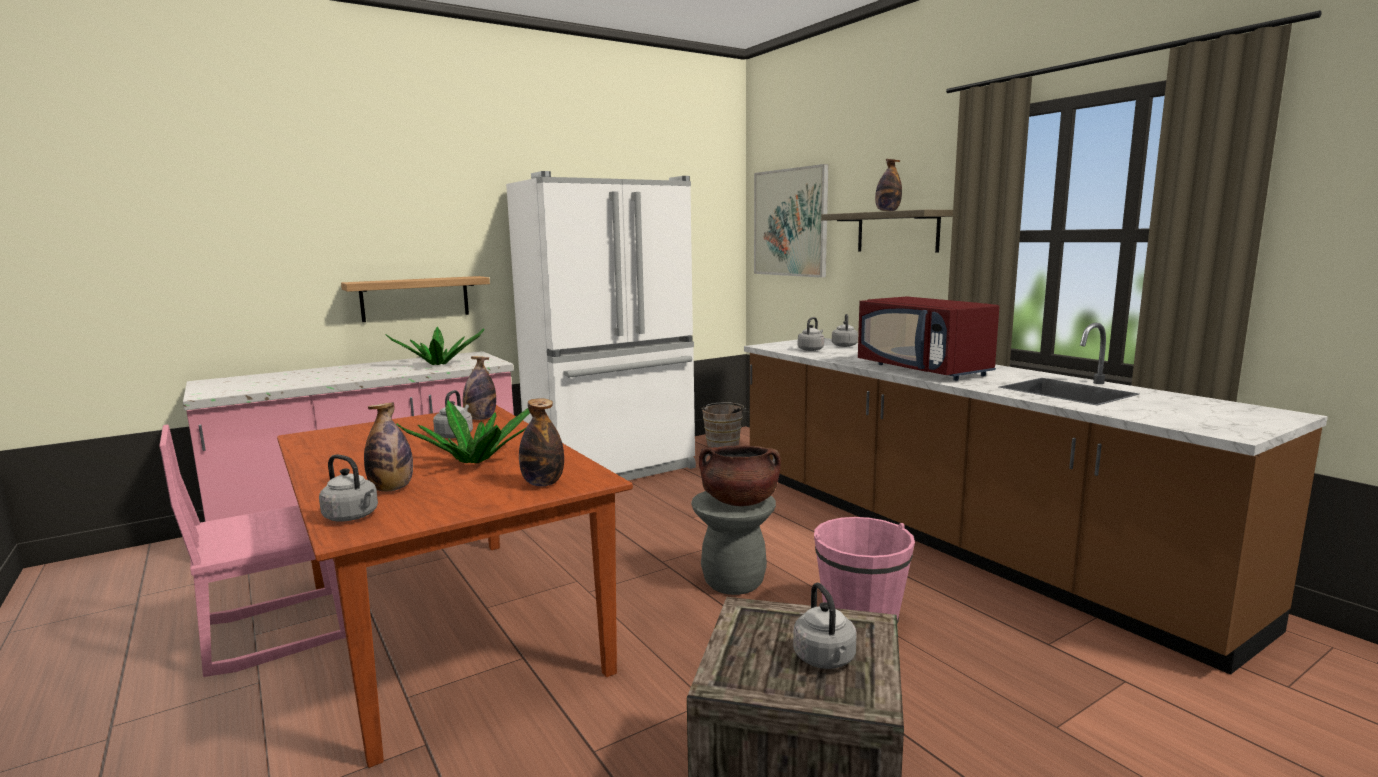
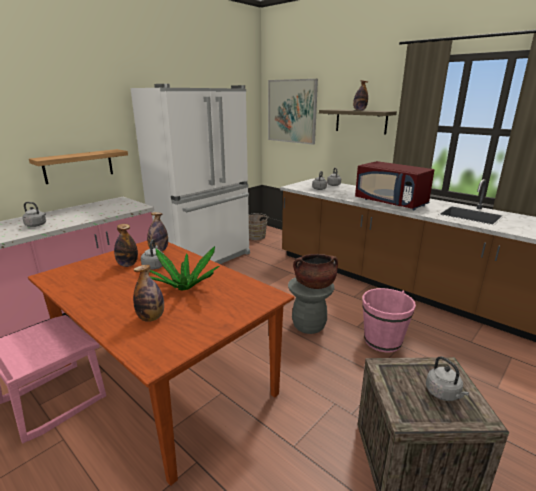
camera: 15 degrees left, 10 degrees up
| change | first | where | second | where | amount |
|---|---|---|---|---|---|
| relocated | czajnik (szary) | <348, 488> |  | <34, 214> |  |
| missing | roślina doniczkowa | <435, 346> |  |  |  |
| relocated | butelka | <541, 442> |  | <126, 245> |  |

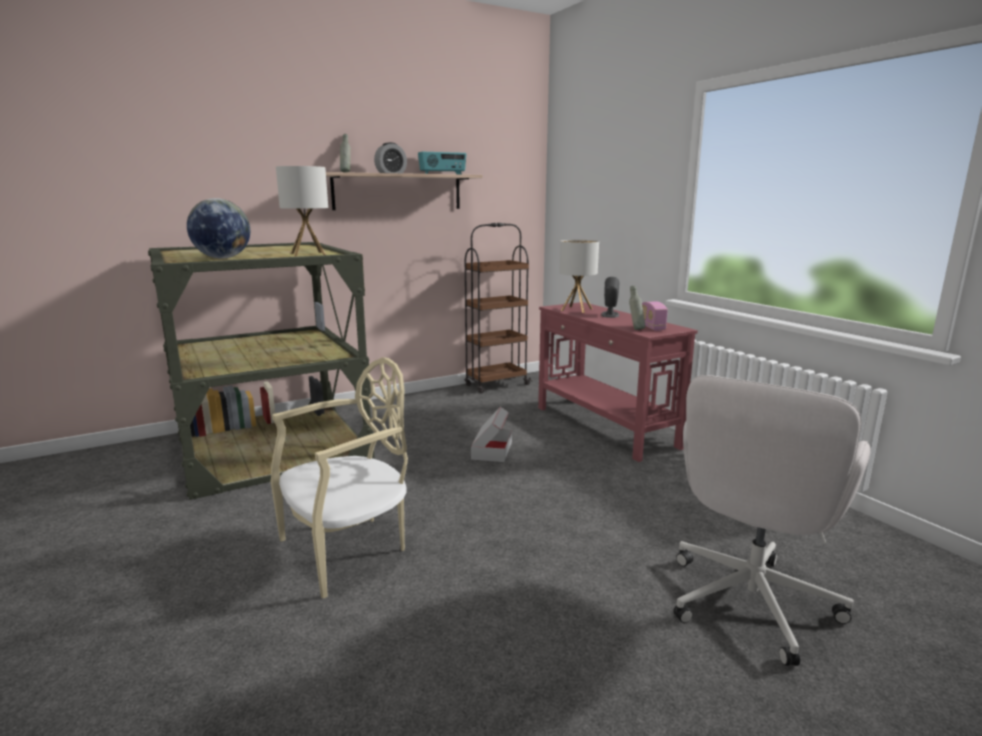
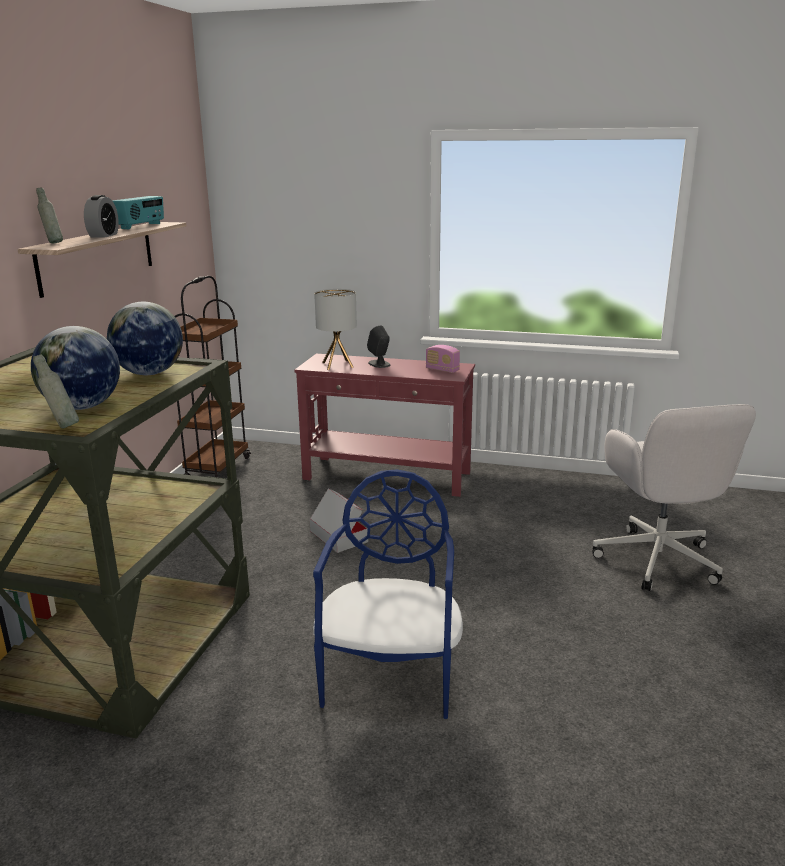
camera: 45 degrees left, 5 degrees up
| change | first | where | second | where | amount |
|---|---|---|---|---|---|
| colour | krzesło (beżowy) | <339, 477> | krzesło (niebieski) | <388, 594> |  |
| exchanged | lampa stołowa | <302, 211> | globus | <145, 338> |  |
| relocated | butelka (szary) | <637, 308> |  | <56, 391> |  |

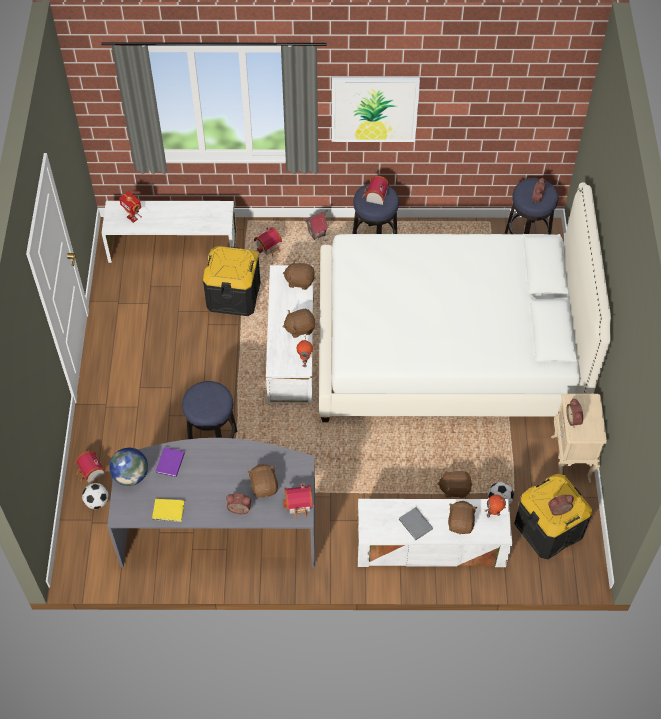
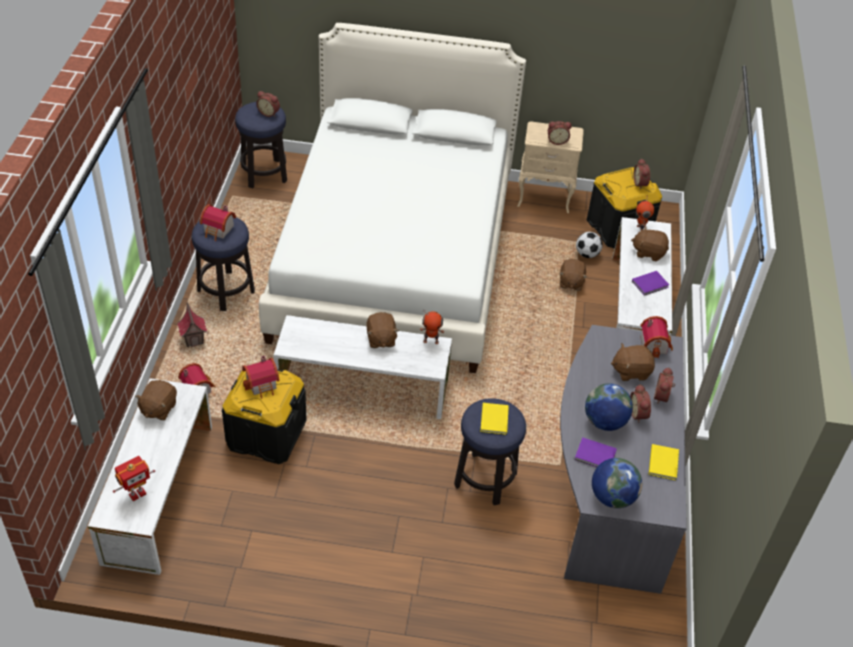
camera: 85 degrees left, 10 degrees down
| change | first | where | second | where | amount |
|---|---|---|---|---|---|
| relocated | domek | <91, 467> |  | <260, 377> |  |
| missing | piłka futbolowa | <95, 496> |  |  |  |
| relocated | pluszak (brązowy) | <299, 275> |  | <156, 400> |  |
| missing | obraz | <376, 109> |  |  |  |
| colour | książka (szary) | <416, 523> | książka (fioletowy) | <650, 283> |  |
| appeared |  |  | książka (żółty) | <494, 419> |  |
| appeared |  |  | globus | <609, 407> |  |
| appeared |  |  | budzik | <640, 403> |  |

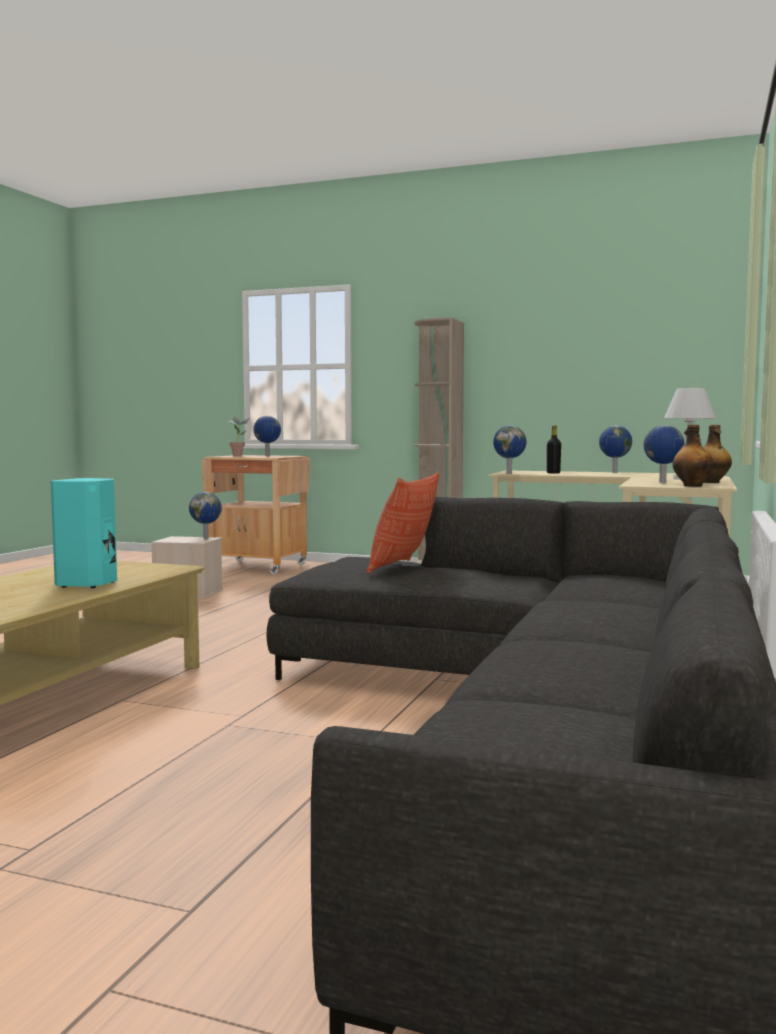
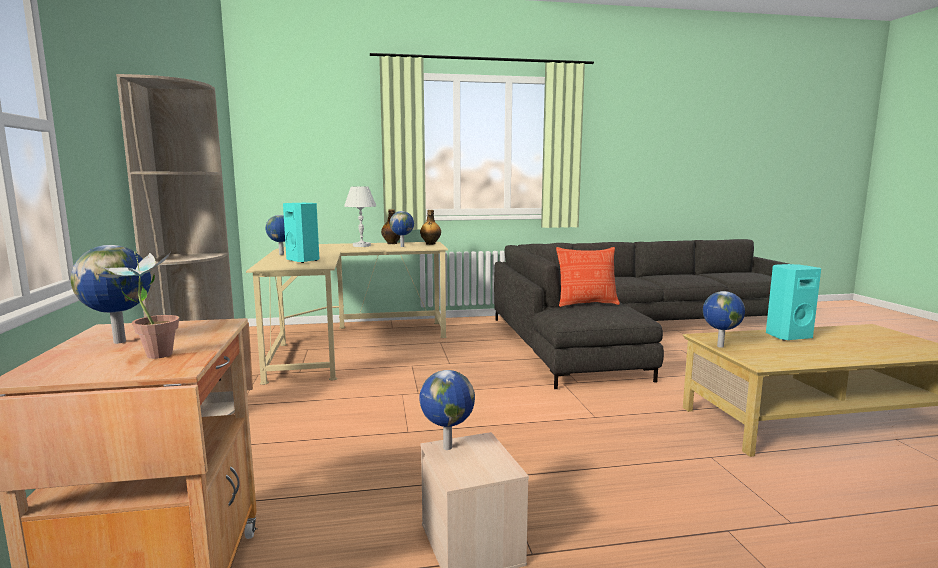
camera: 120 degrees left, 5 degrees up
| change | first | where | second | where | amount |
|---|---|---|---|---|---|
| relocated | globus | <509, 449> |  | <724, 319> |  |
| exchanged | butelka (czarny) | <554, 449> | głośnik (turkusowy) | <301, 233> |  |

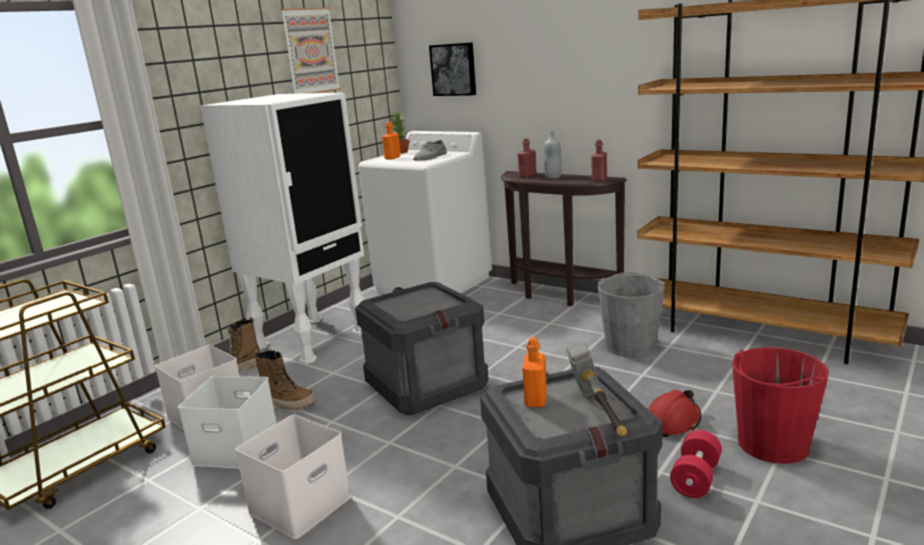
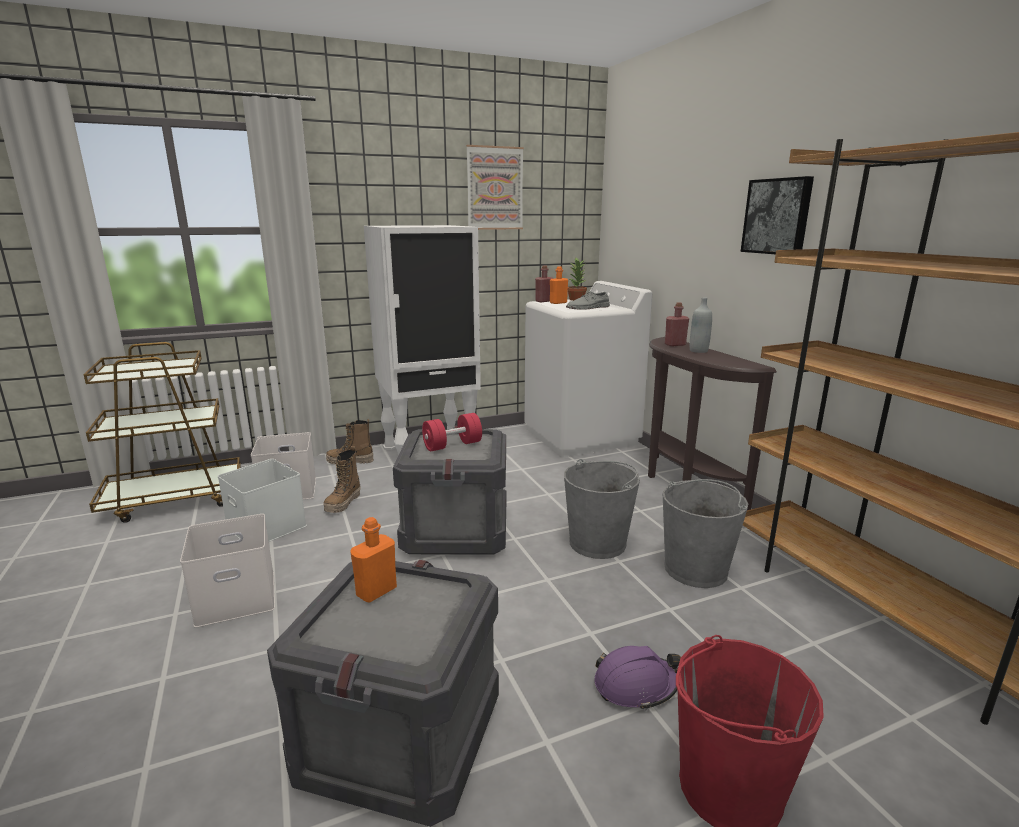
camera: 30 degrees right, 0 degrees up
| change | first | where | second | where | amount |
|---|---|---|---|---|---|
| spun | but z cholewką | <284, 380> |  | <341, 479> | 60 degrees clockwise |
| relocated | obraz | <452, 69> |  | <777, 215> |  |
| missing | młotek | <596, 389> |  |  |  |
| relocated | butelka (czerwony) | <599, 161> |  | <544, 283> |  |
| colour | kask (czerwony) | <675, 413> | kask (fioletowy) | <638, 678> |  |
| relocated | hantel (czerwony) | <696, 464> |  | <452, 432> |  |
| appeared |  |  | wiadro (szary) | <602, 509> |  |

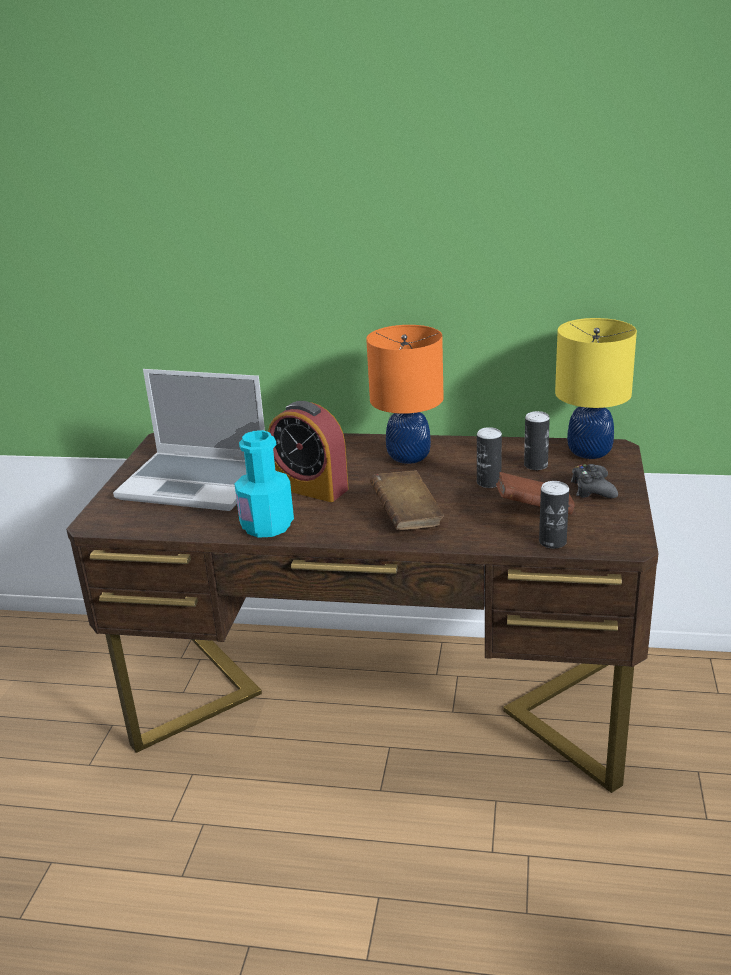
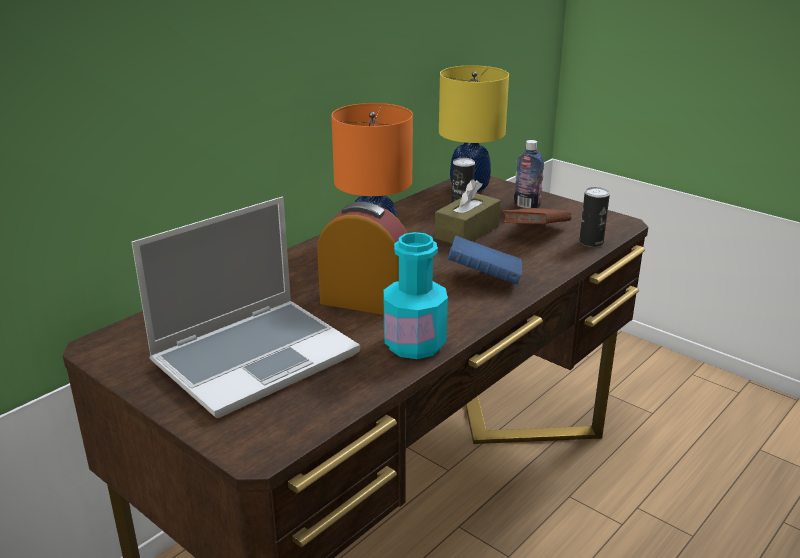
camera: 60 degrees left, 0 degrees up
| change | first | where | second | where | amount |
|---|---|---|---|---|---|
| spun | budzik | <308, 451> |  | <362, 258> | 135 degrees counterclockwise |
| colour | książka (brązowy) | <407, 500> | książka (niebieski) | <485, 260> |  |
| exchanged | puszka | <489, 457> | pudełko chusteczek (brązowy) | <468, 211> |  |
| exchanged | pad do gier (czarny) | <594, 481> | butelka | <529, 174> |  |

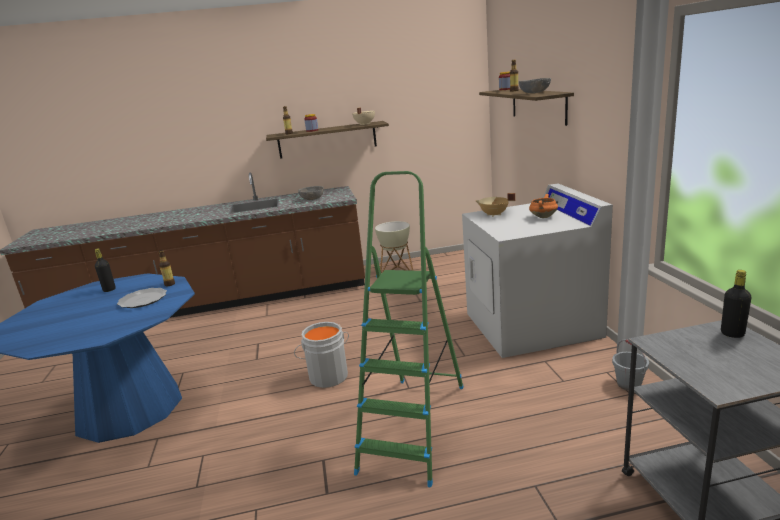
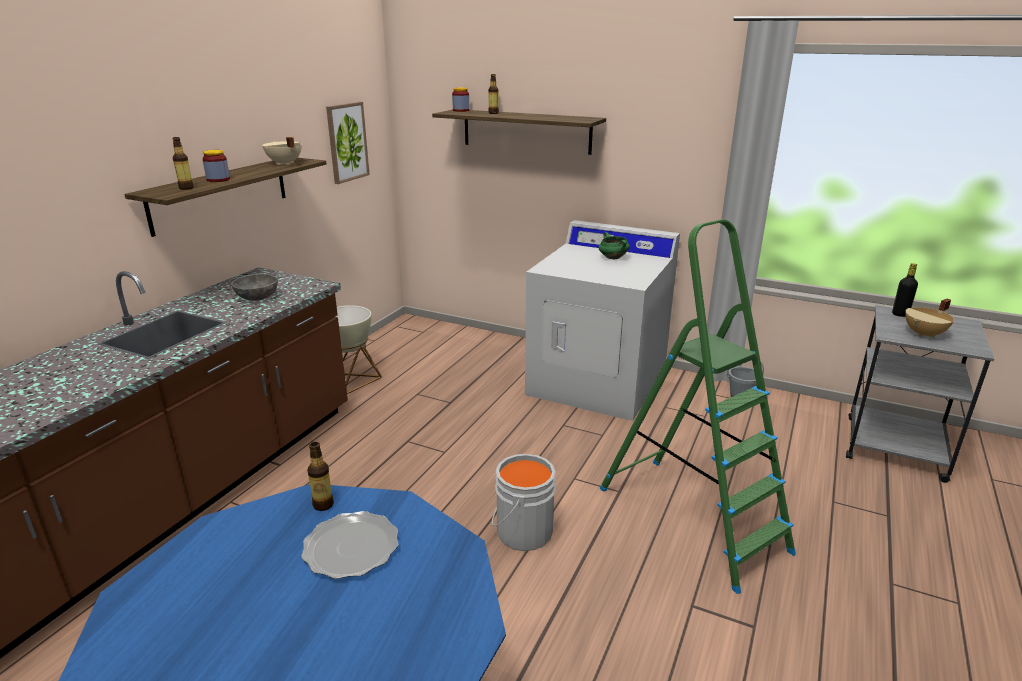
camera: 55 degrees left, 5 degrees up
| change | first | where | second | where | amount |
|---|---|---|---|---|---|
| missing | butelka (czarny) | <105, 270> |  |  |  |
| relocated | garnek (beżowy) | <495, 205> |  | <929, 318> |  |
| missing | miska (szary) | <535, 85> |  |  |  |
| colour | garnek (pomarańczowy) | <543, 206> | garnek (zielony) | <614, 245> |  |
| appeared |  |  | obraz | <348, 143> |  |

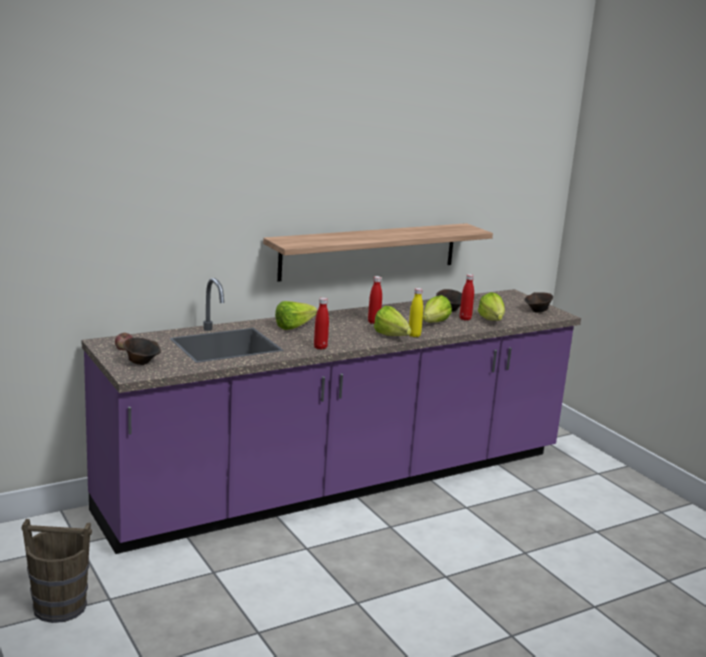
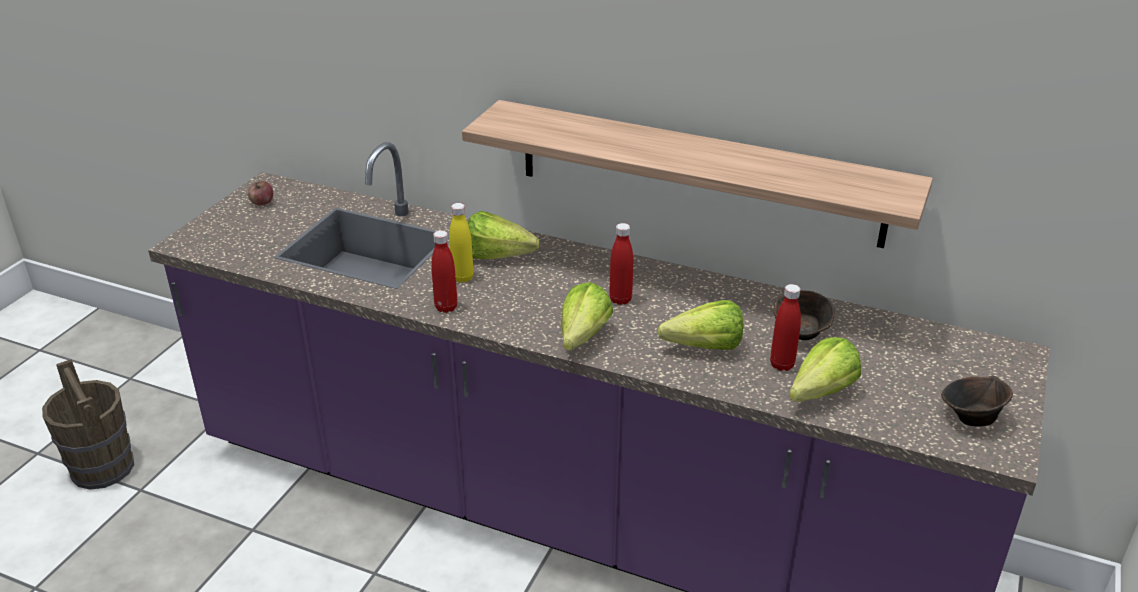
camera: 55 degrees right, 15 degrees up
| change | first | where | second | where | amount |
|---|---|---|---|---|---|
| missing | miska (brązowy) | <142, 351> |  |  |  |
| relocated | butelka (żółty) | <416, 312> |  | <461, 243> |  |

